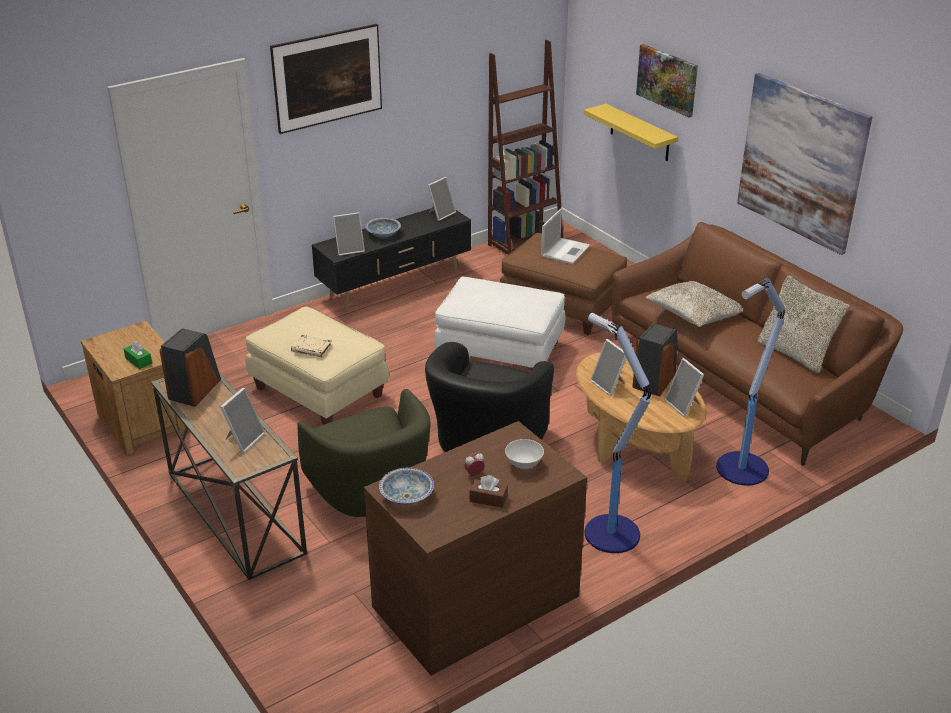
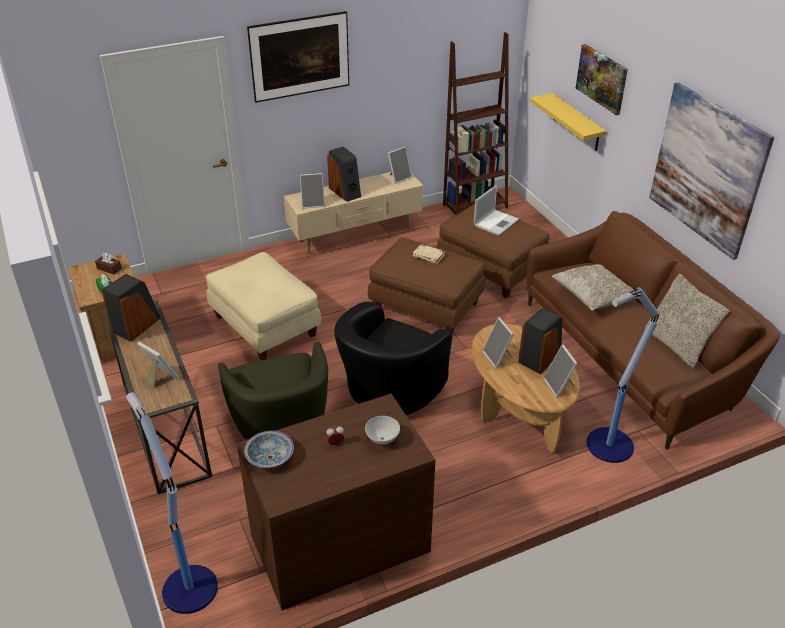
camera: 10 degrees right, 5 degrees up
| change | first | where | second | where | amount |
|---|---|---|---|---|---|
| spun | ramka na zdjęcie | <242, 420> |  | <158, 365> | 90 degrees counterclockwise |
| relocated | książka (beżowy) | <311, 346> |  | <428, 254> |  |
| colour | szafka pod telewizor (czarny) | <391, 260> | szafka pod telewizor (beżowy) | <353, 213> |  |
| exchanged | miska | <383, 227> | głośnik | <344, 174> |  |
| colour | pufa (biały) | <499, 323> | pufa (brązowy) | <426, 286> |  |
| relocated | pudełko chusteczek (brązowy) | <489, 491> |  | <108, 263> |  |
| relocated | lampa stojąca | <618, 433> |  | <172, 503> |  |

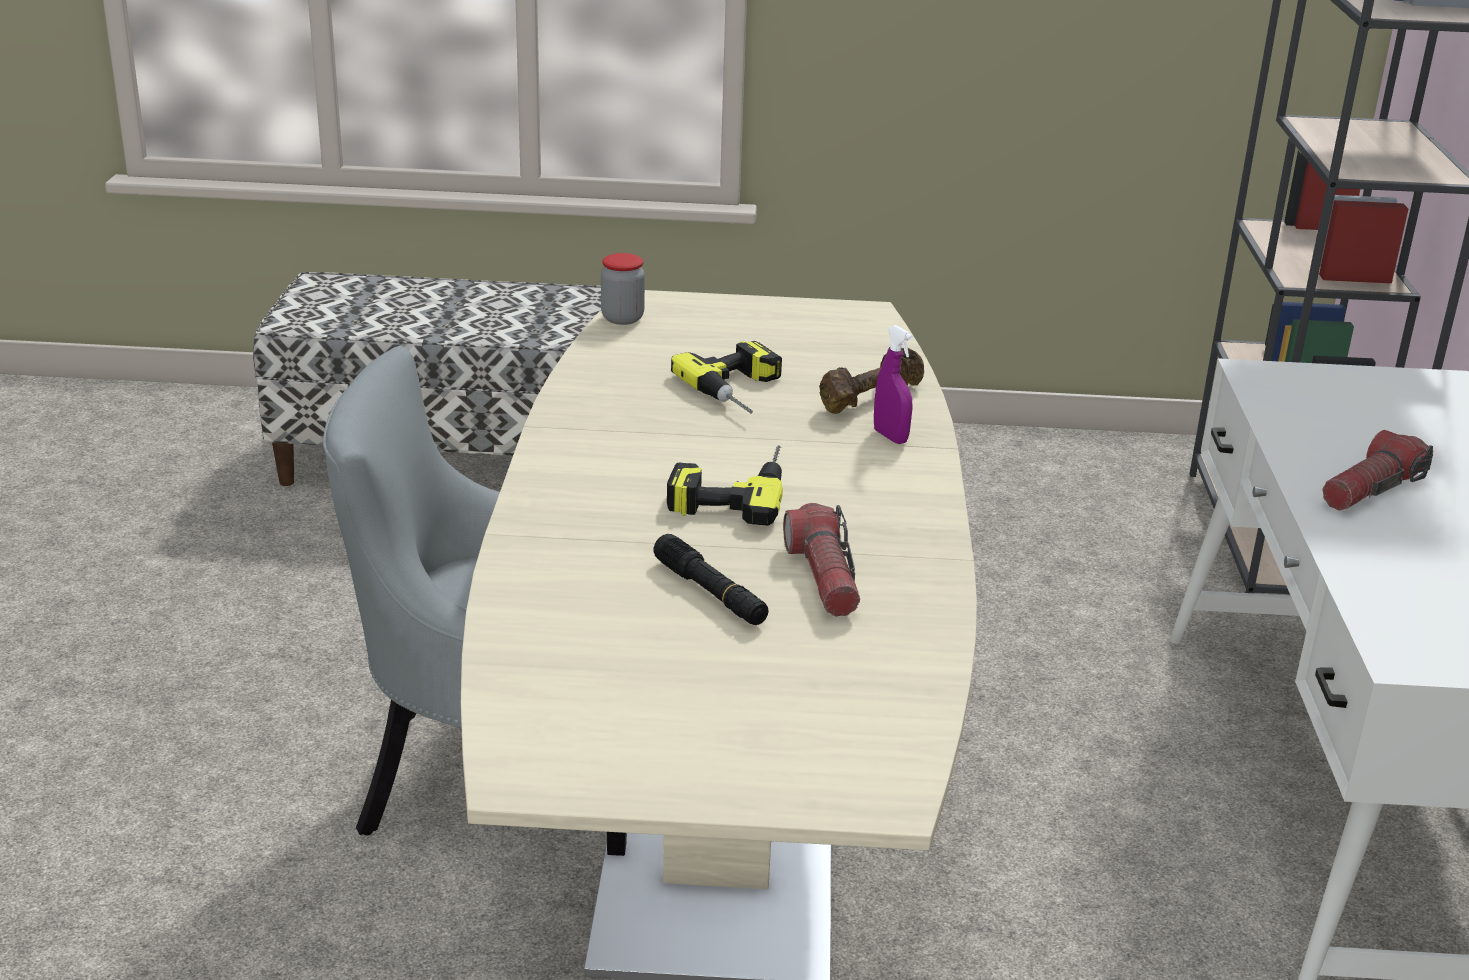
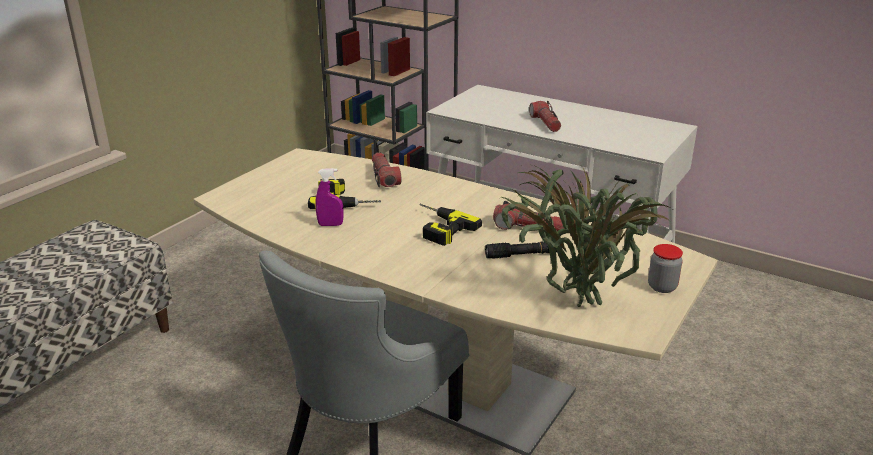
camera: 60 degrees left, 0 degrees up
| change | first | where | second | where | amount |
|---|---|---|---|---|---|
| relocated | słoik | <623, 289> |  | <665, 268> |  |
| exchanged | hantel (brązowy) | <871, 381> | latarka | <386, 169> |  |
| relocated | spryskiwacz (fioletowy) | <893, 384> |  | <329, 197> |  |
| appeared |  |  | roślina doniczkowa | <587, 235> |  |

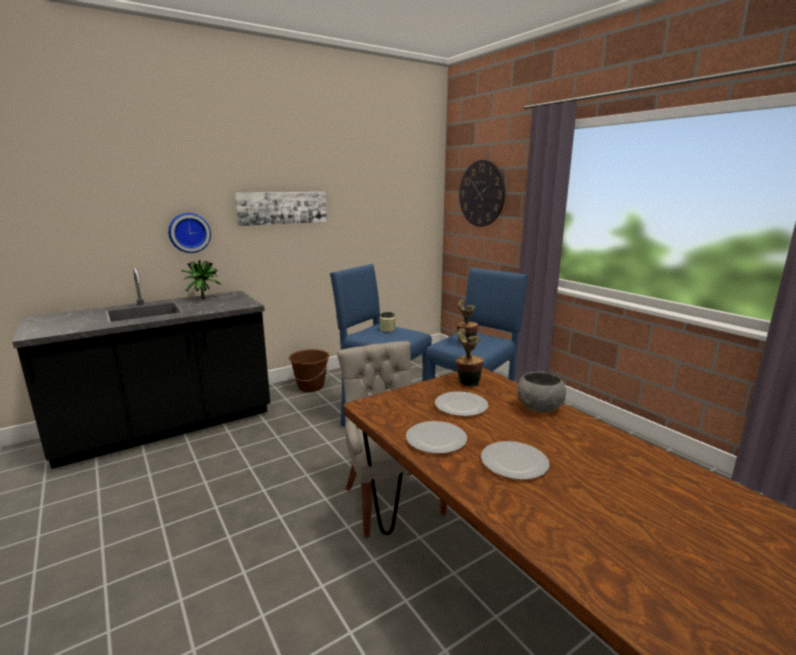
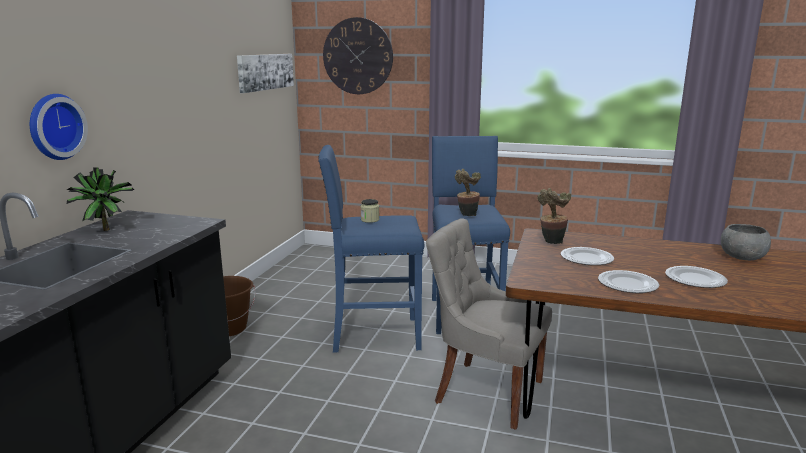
camera: 40 degrees left, 0 degrees up
| change | first | where | second | where | amount |
|---|---|---|---|---|---|
| relocated | obraz | <280, 209> |  | <265, 73> |  |
| relocated | miska (szary) | <541, 392> |  | <746, 242> |  |

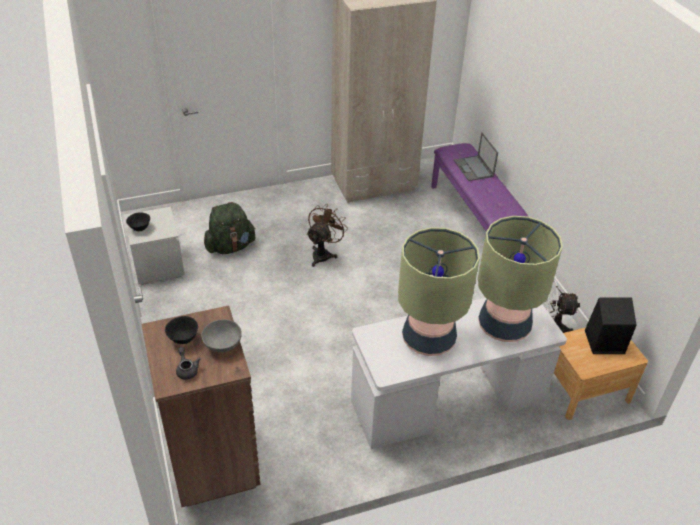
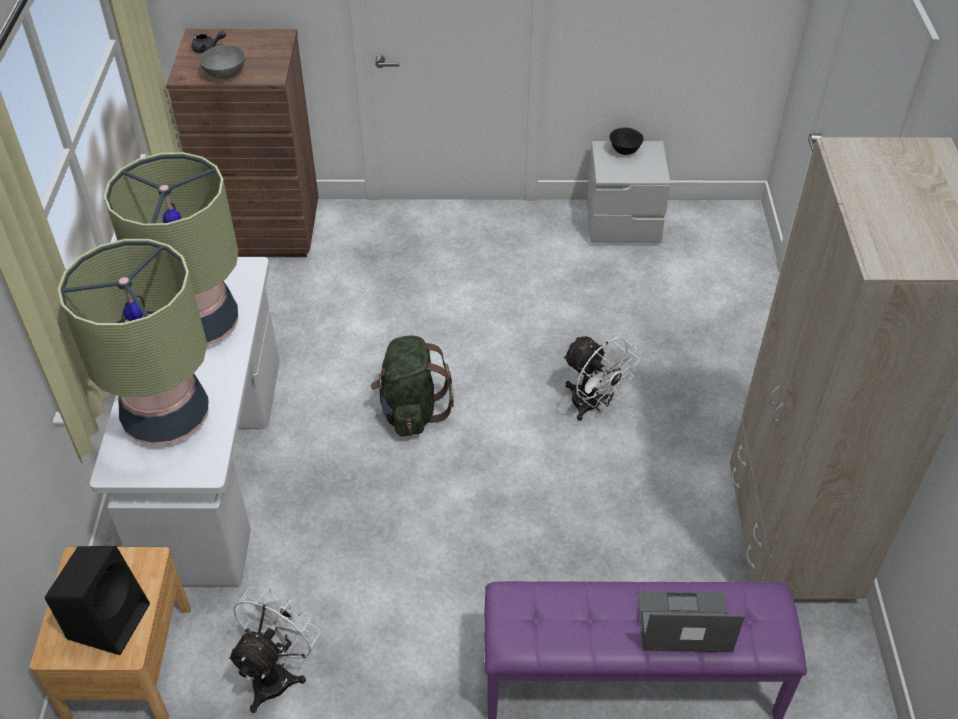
camera: 110 degrees right, 5 degrees up
| change | first | where | second | where | amount |
|---|---|---|---|---|---|
| missing | miska (czarny) | <181, 330> |  |  |  |
| relocated | plecak (zielony) | <230, 228> |  | <412, 386> |  |
| colour | wentylator (brązowy) | <327, 235> | wentylator (biały) | <601, 378> |  |

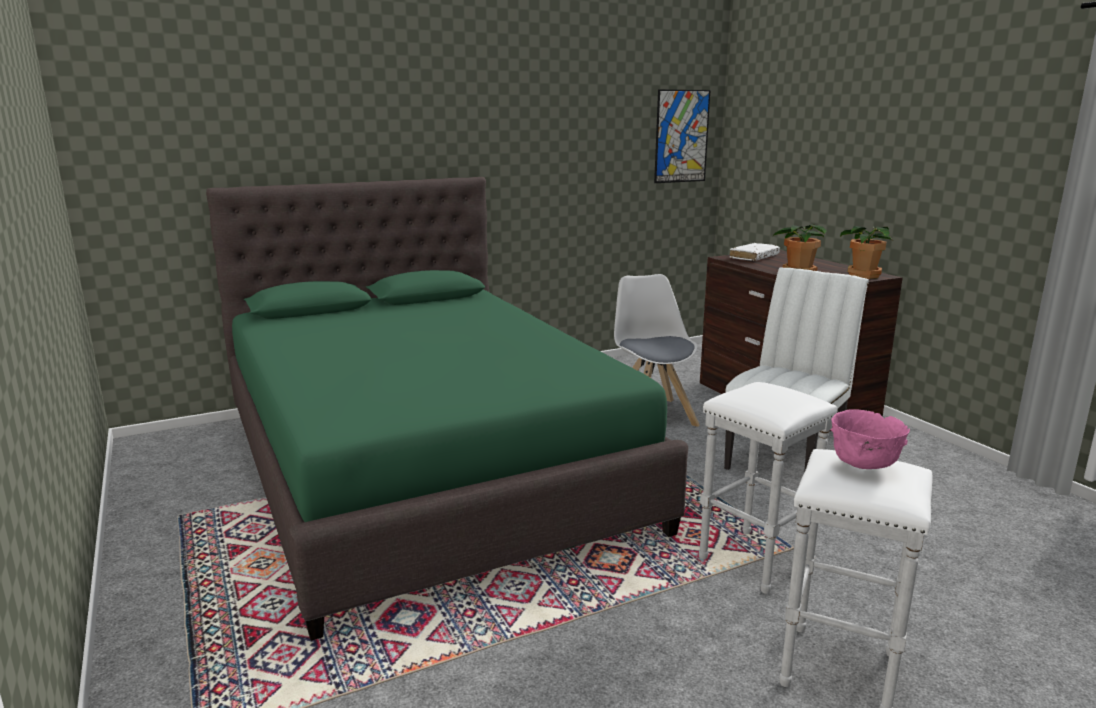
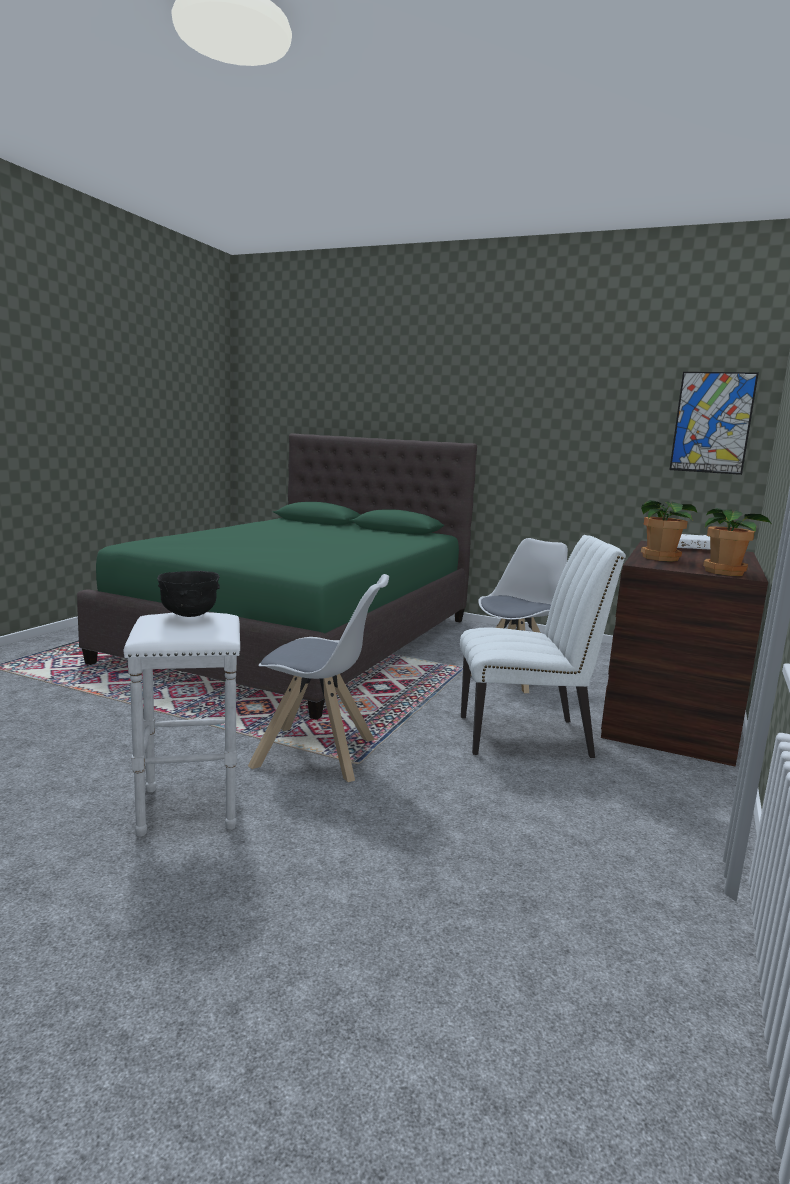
camera: 50 degrees right, 5 degrees down
| change | first | where | second | where | amount |
|---|---|---|---|---|---|
| exchanged | stołek (biały) | <768, 488> | krzesło | <318, 678> |  |
| colour | miska (różowy) | <870, 439> | miska (czarny) | <188, 594> |  |

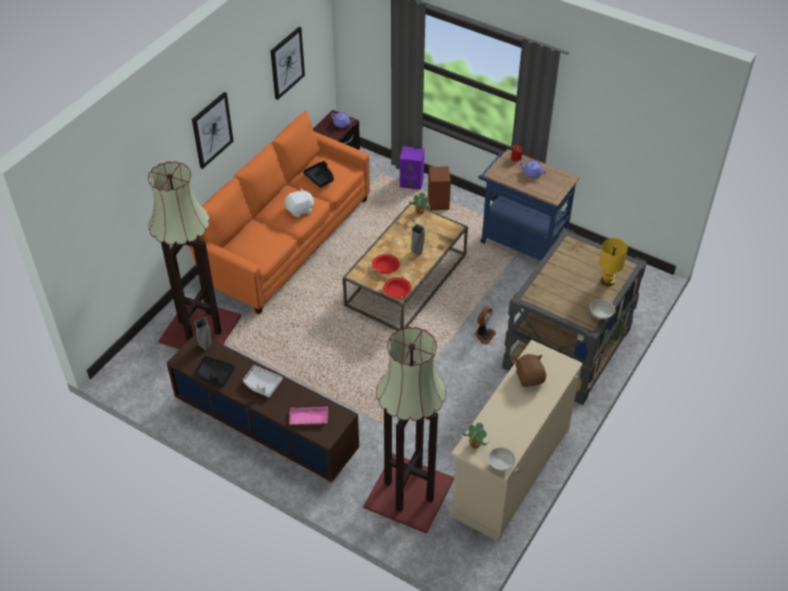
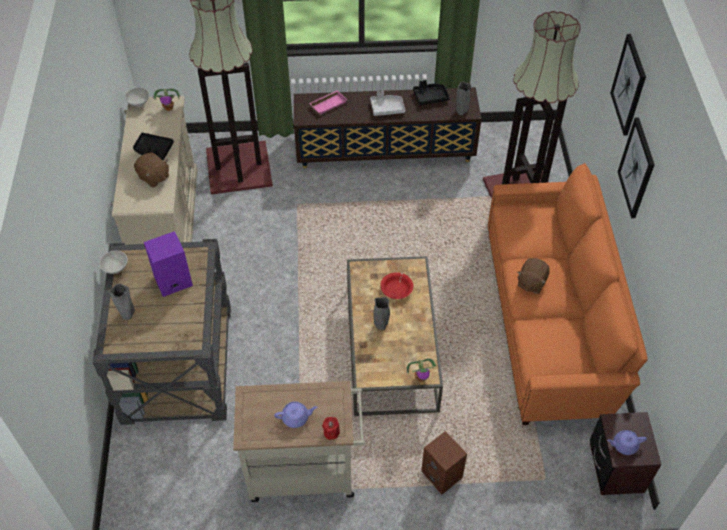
camera: 145 degrees right, 5 degrees up
| change | first | where | second | where | amount |
|---|---|---|---|---|---|
| relocated | obraz | <288, 63> |  | <628, 85> |  |
| colour | pluszak (biały) | <299, 202> | pluszak (brązowy) | <533, 276> |  |
| relocated | taca (czarny) | <318, 174> |  | <153, 146> |  |
| missing | miska (czerwony) | <397, 287> |  |  |  |
| relocated | głośnik (fioletowy) | <412, 168> |  | <168, 264> |  |
| missing | wentylator | <485, 325> |  |  |  |
| colour | wózek (niebieski) | <529, 205> | wózek (beżowy) | <299, 441> |  |
| exchanged | lampa stołowa (żółty) | <613, 262> | wazon (szary) | <122, 302> |  |

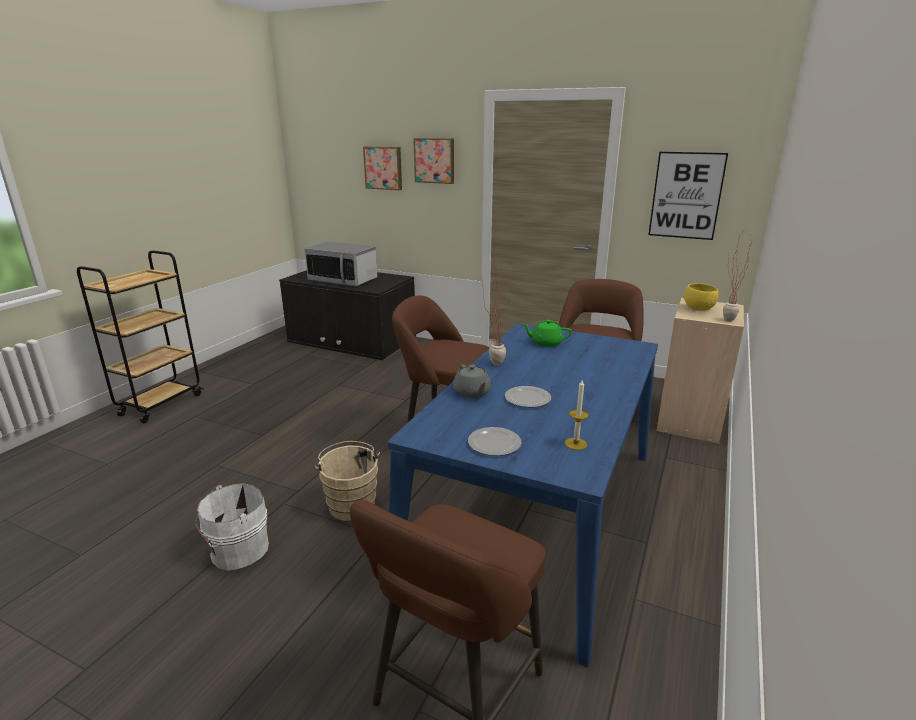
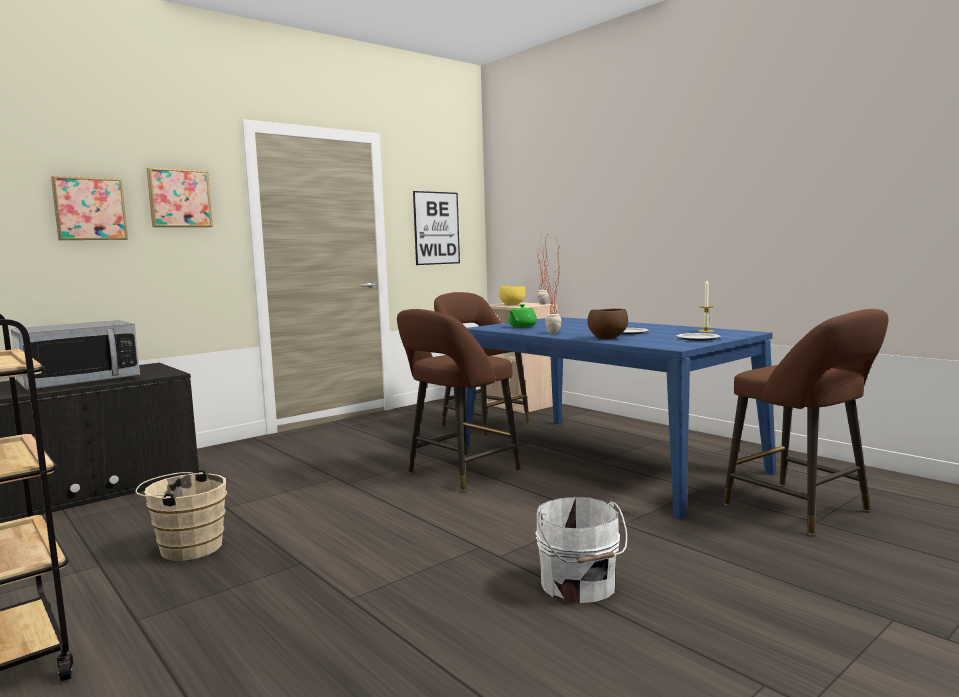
camera: 65 degrees left, 15 degrees down
| change | first | where | second | where | amount |
|---|---|---|---|---|---|
| relocated | wiadro (beżowy) | <347, 481> |  | <181, 515> |  |
| exchanged | imbryk (szary) | <472, 381> | miska (brązowy) | <607, 323> |  |

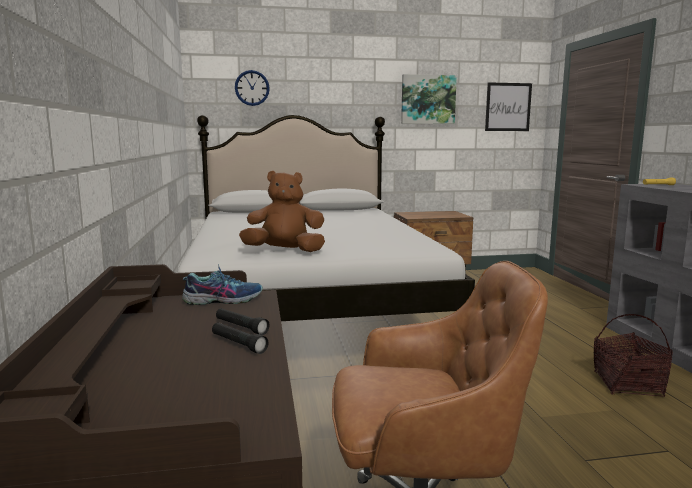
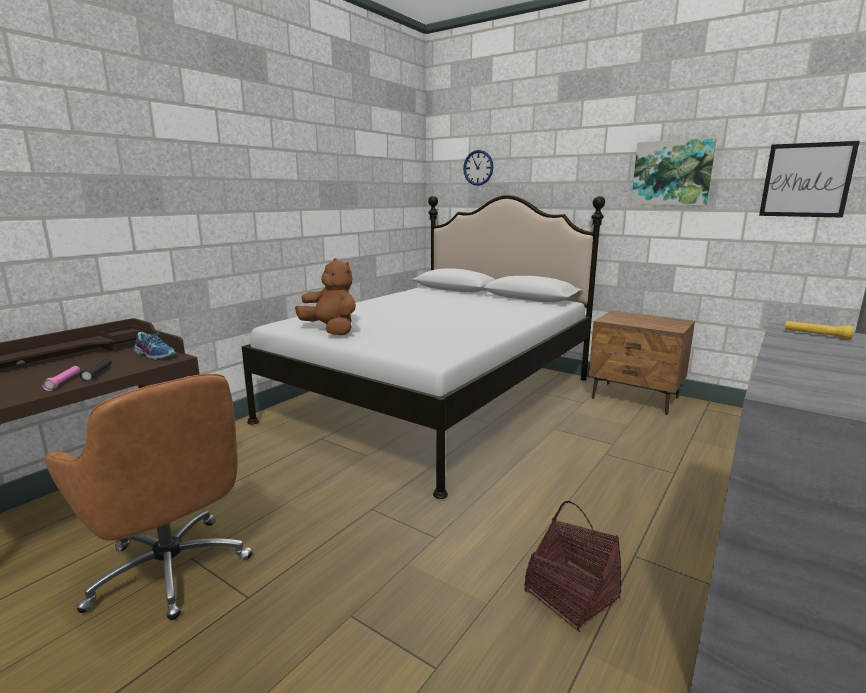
camera: 45 degrees right, 5 degrees up
| change | first | where | second | where | amount |
|---|---|---|---|---|---|
| colour | latarka (czarny) | <240, 338> | latarka (różowy) | <61, 378> |  |

